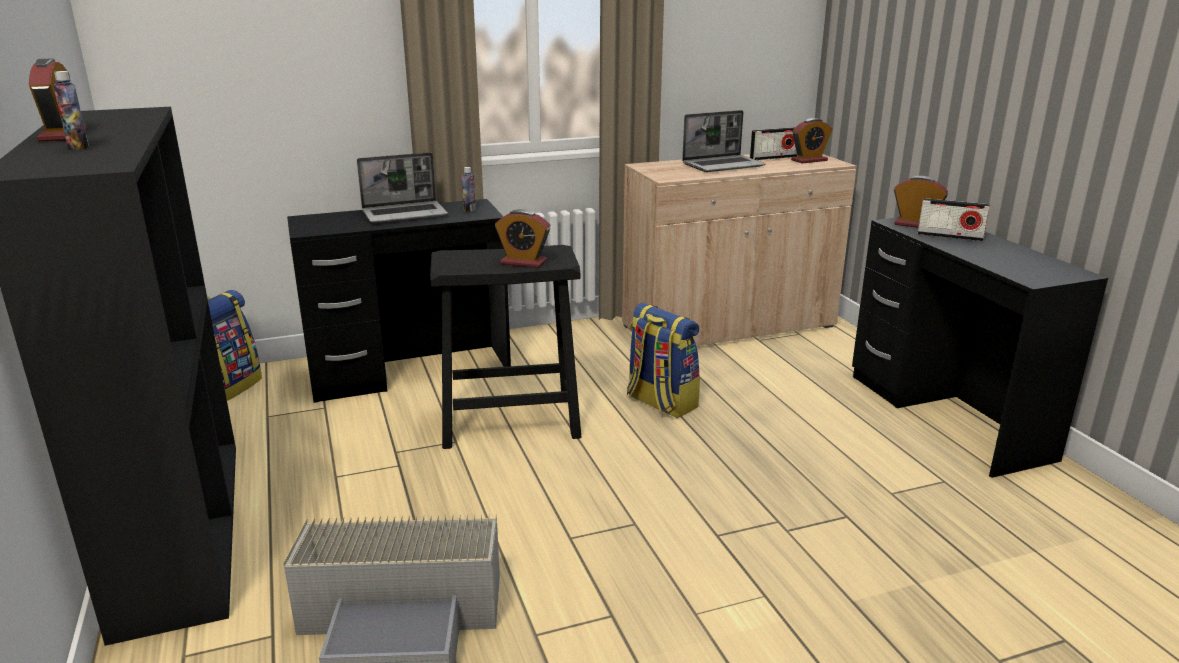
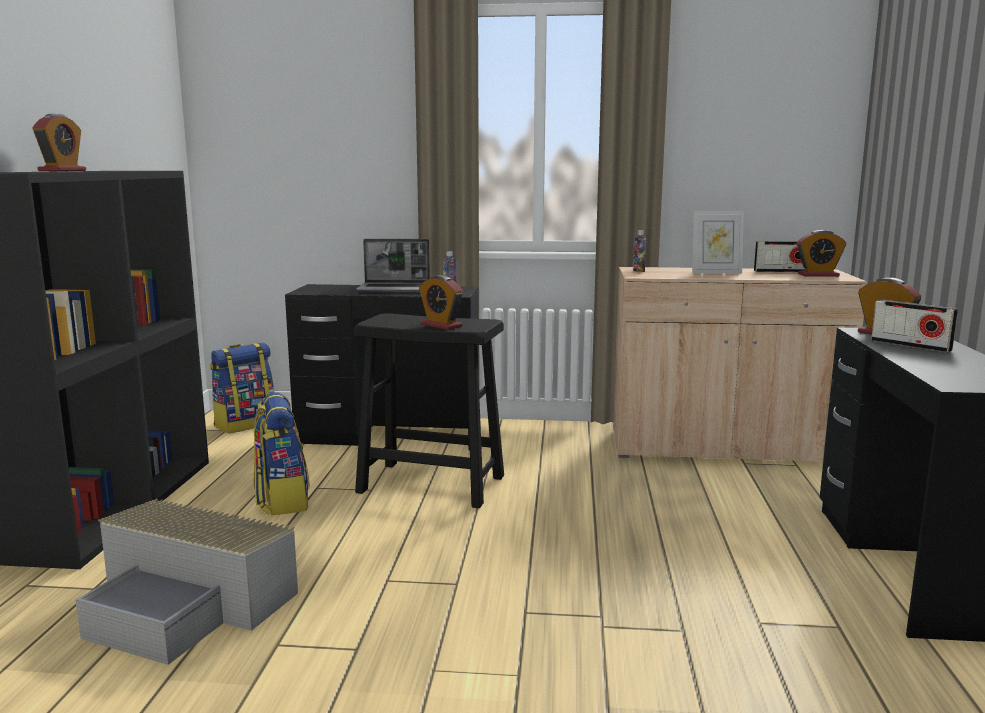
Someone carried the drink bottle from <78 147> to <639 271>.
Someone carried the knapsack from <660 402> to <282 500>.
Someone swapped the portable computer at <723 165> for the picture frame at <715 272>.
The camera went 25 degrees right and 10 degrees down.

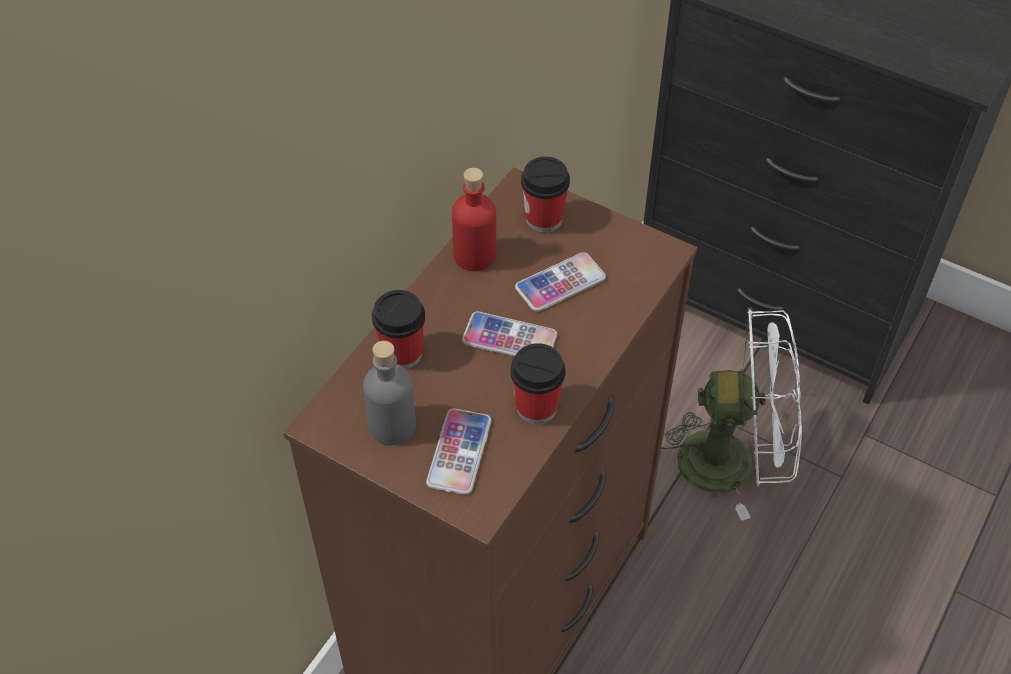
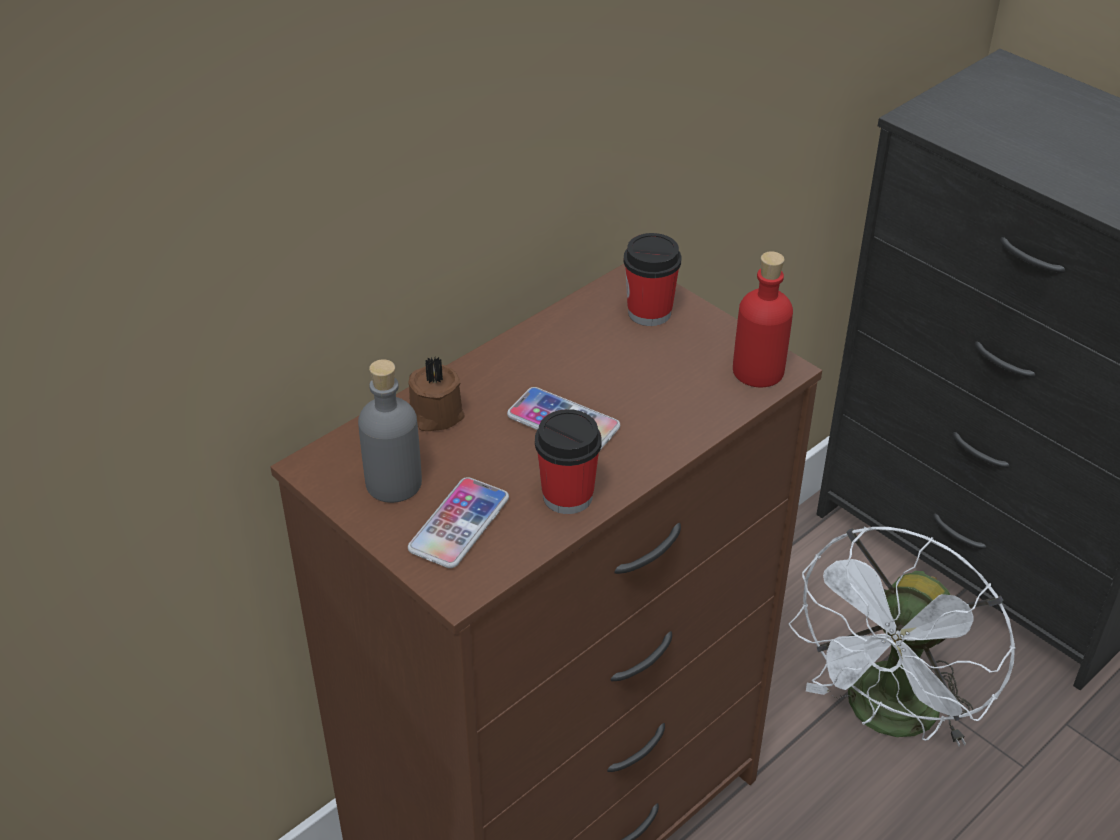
Someone swapped the cup at <402 353> for the wax light in brown at <434 414>.
Someone carried the drink bottle in reddish from <475 255> to <758 371>.
Someone took away the handset at <560 283>.
Someone rotated the electric fan in white-coloured at <732 460> by 105 degrees clockwise.
The camera went 15 degrees right and 10 degrees down.

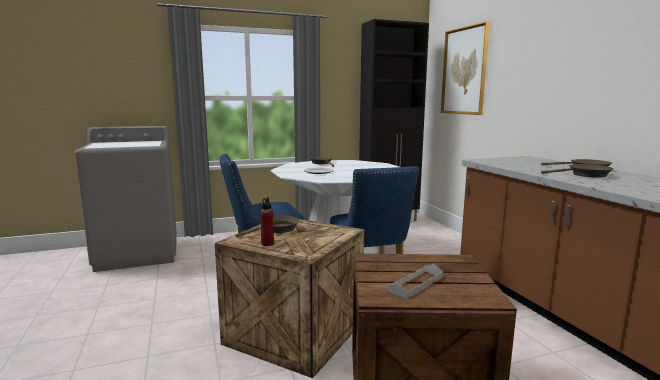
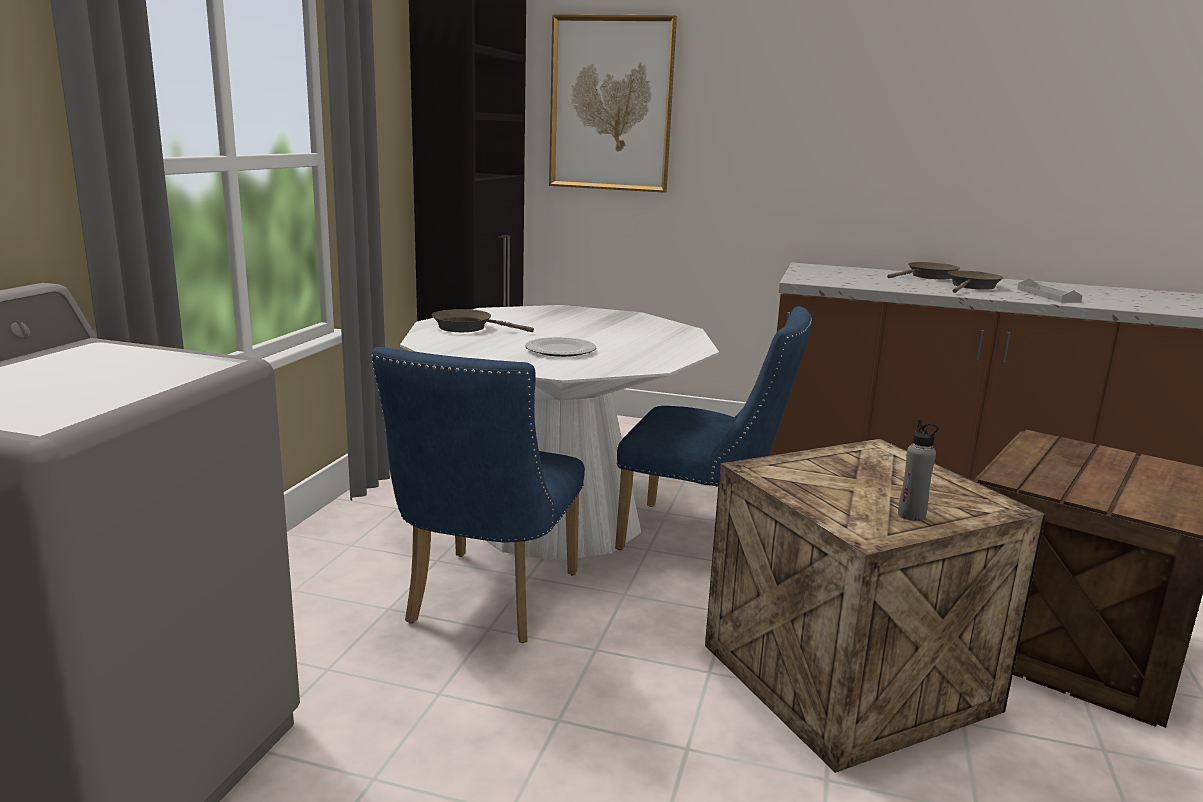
Someone took away the pan in brown at <277 229>.
Someone repainted the drink bottle in reddish at <267 243>, which became the drink bottle in greyish at <911 515>.
Someone carried the carrying tray in greyish from <416 284> to <1047 296>.
The camera went 55 degrees left and 5 degrees up.

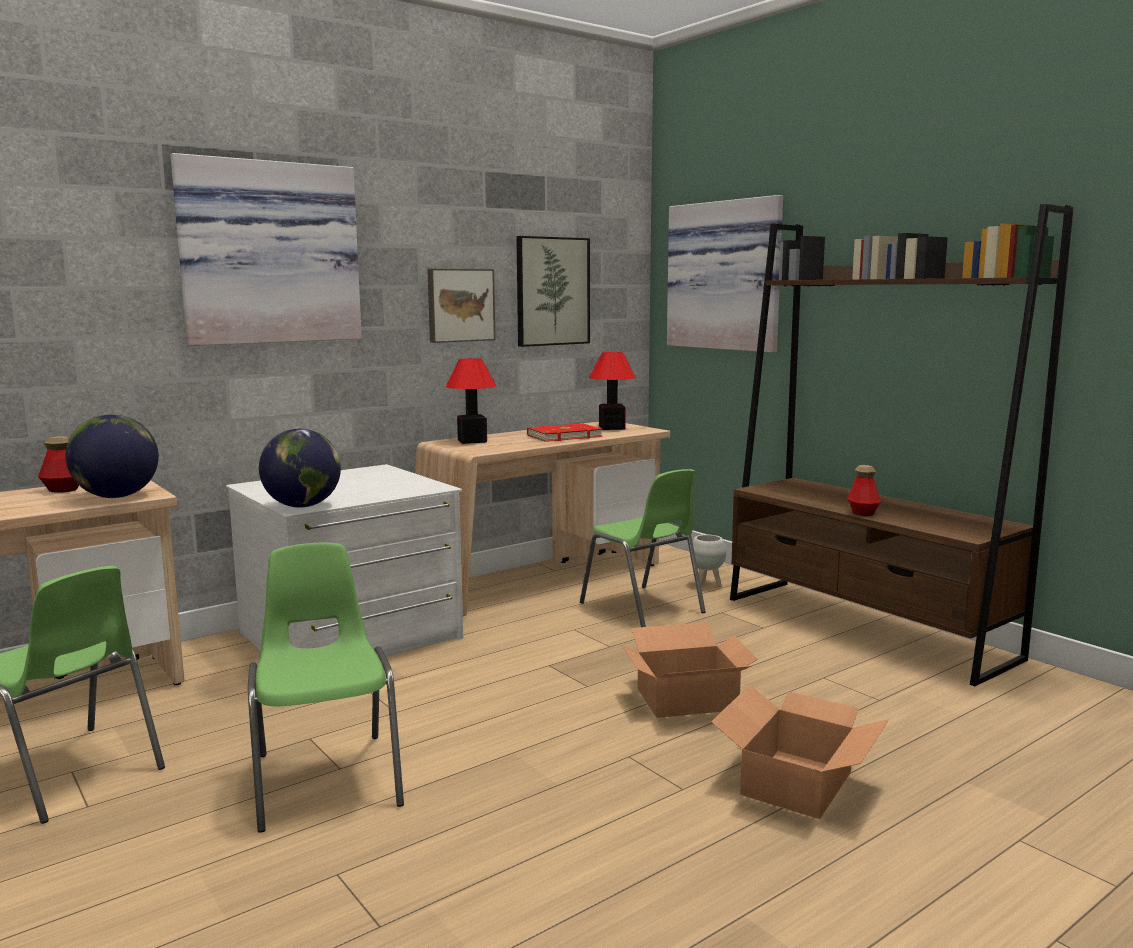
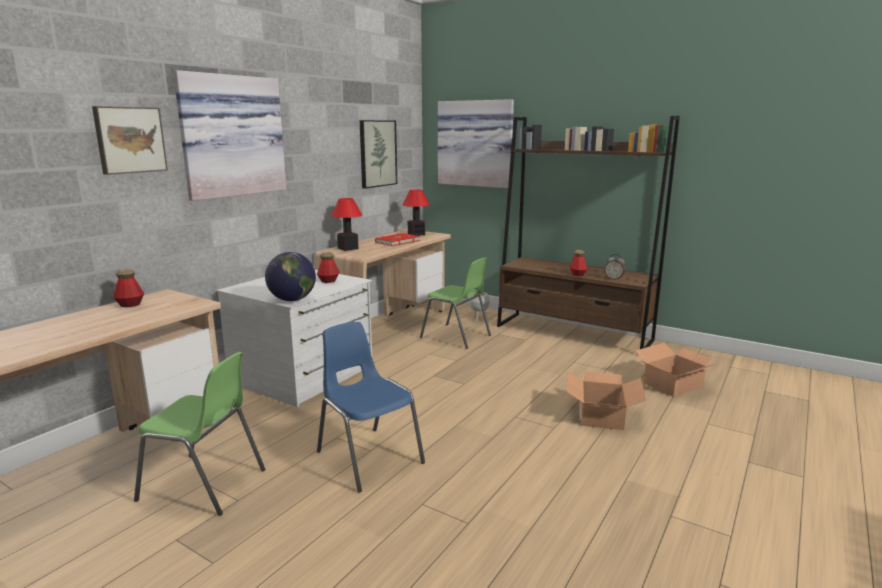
Someone took away the desk globe at <117 497>.
Someone repainted the plain chair in green at <327 778>, which became the plain chair in blue at <368 457>.
Someone carried the wall art from <460 305> to <129 140>.
Someone carried the packing box from <688 699> to <674 385>.
Someone put down the drink bottle at <328 281>.
Someone put down the alarm clock at <613 279>.
The camera went 20 degrees left and 5 degrees up.

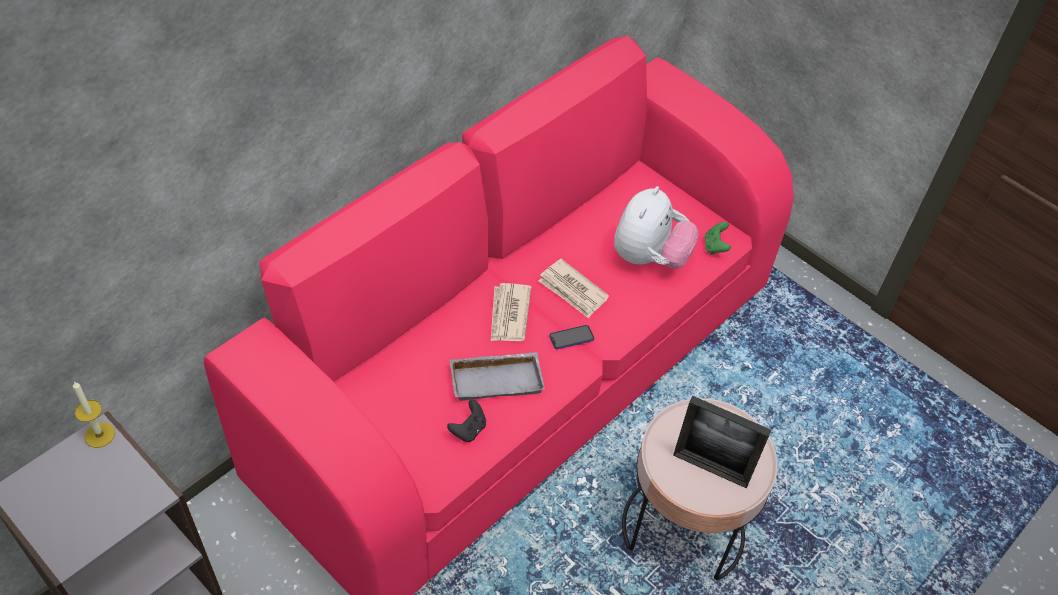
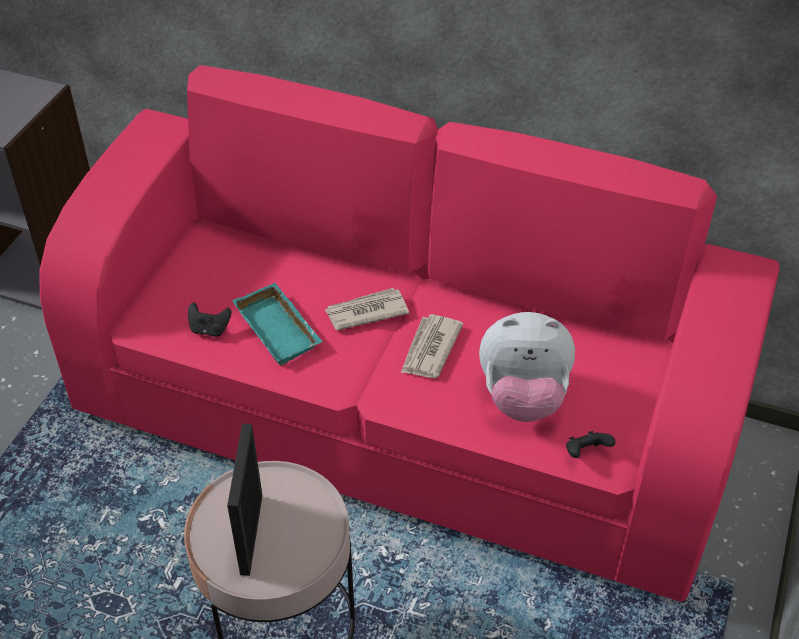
Someone took away the wax light at <99 435>.
Someone repainted the carrying tray in greyish at <497 379>, which became the carrying tray in blue-green at <280 329>.
Someone took away the handset at <571 338>.
Someone repainted the game controller in green at <715 246>, which became the game controller in black at <586 453>.
The camera went 70 degrees right and 5 degrees down.

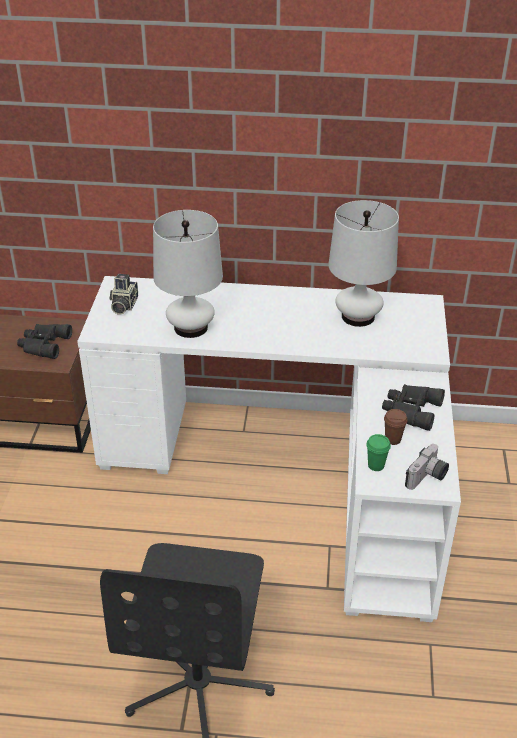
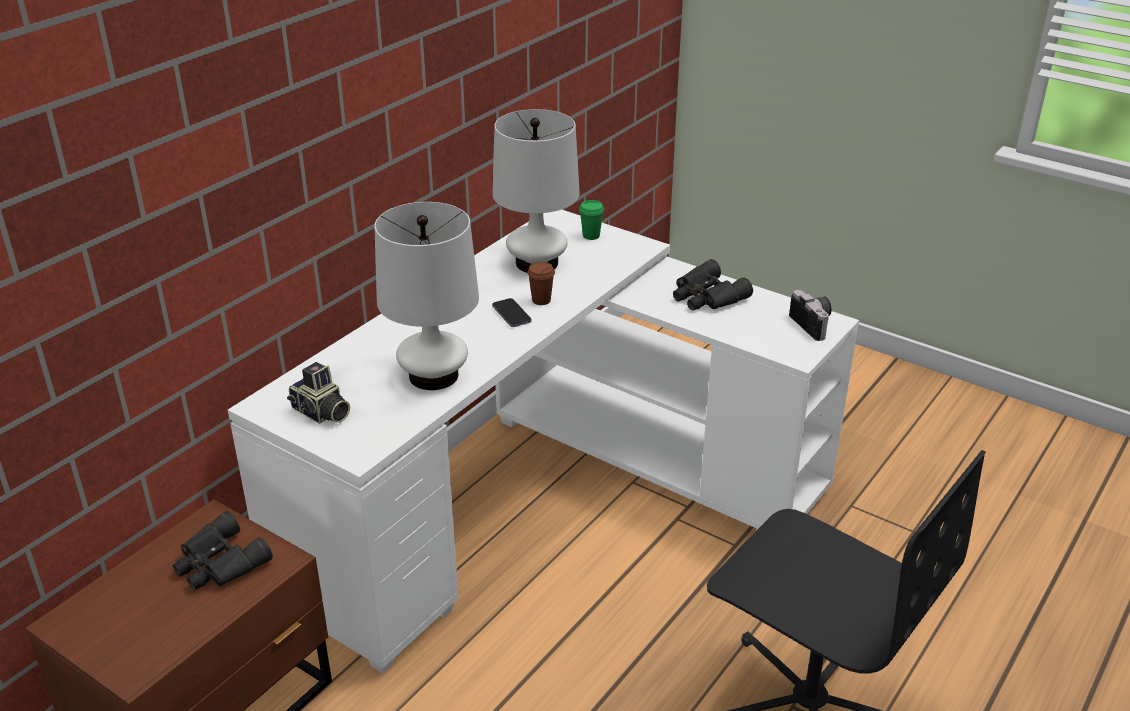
Someone carried the cup in green from <376 465> to <591 236>.
Someone carried the cup in brown from <393 439> to <541 300>.
Someone put down the handset at <511 314>.
The camera went 60 degrees left and 5 degrees down.

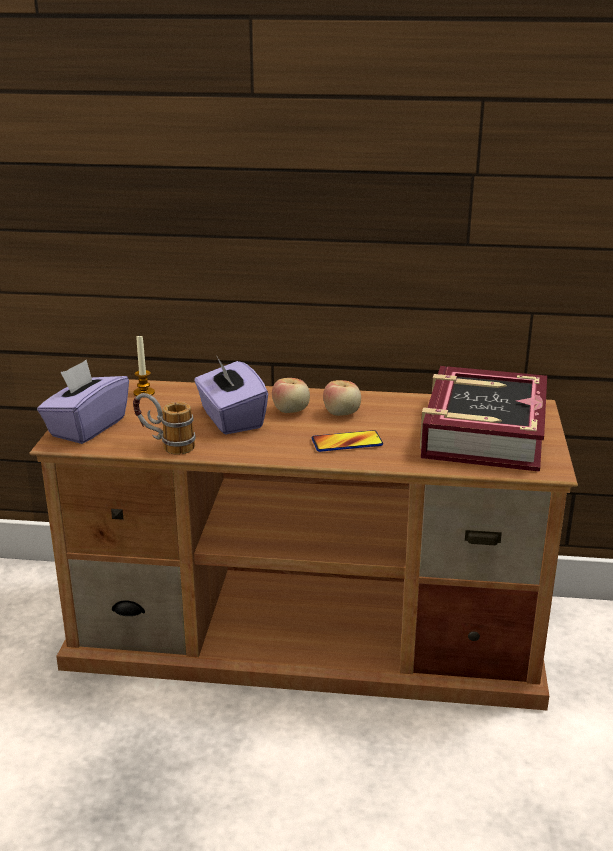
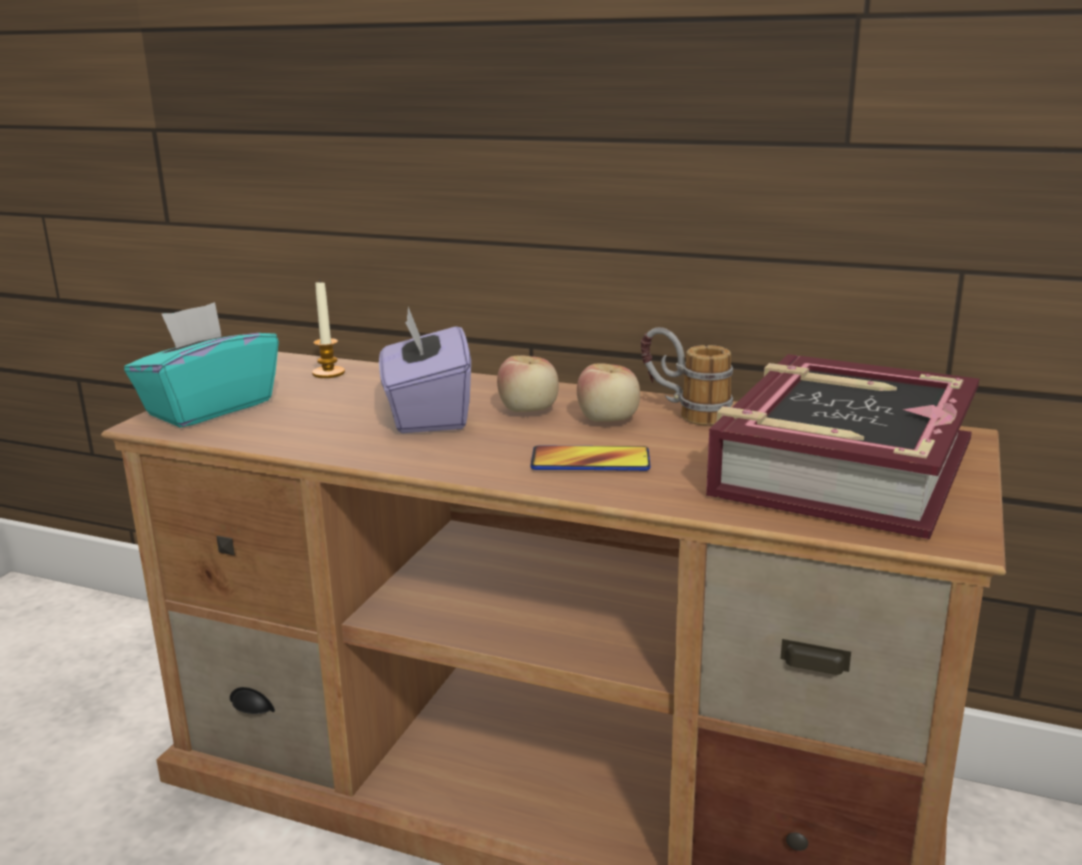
Someone repainted the tissue box in purple-coloured at <87 427>, which became the tissue box in blue-green at <209 408>.
Someone carried the tea mug from <165 445> to <684 413>.
The camera went 15 degrees right and 5 degrees down.

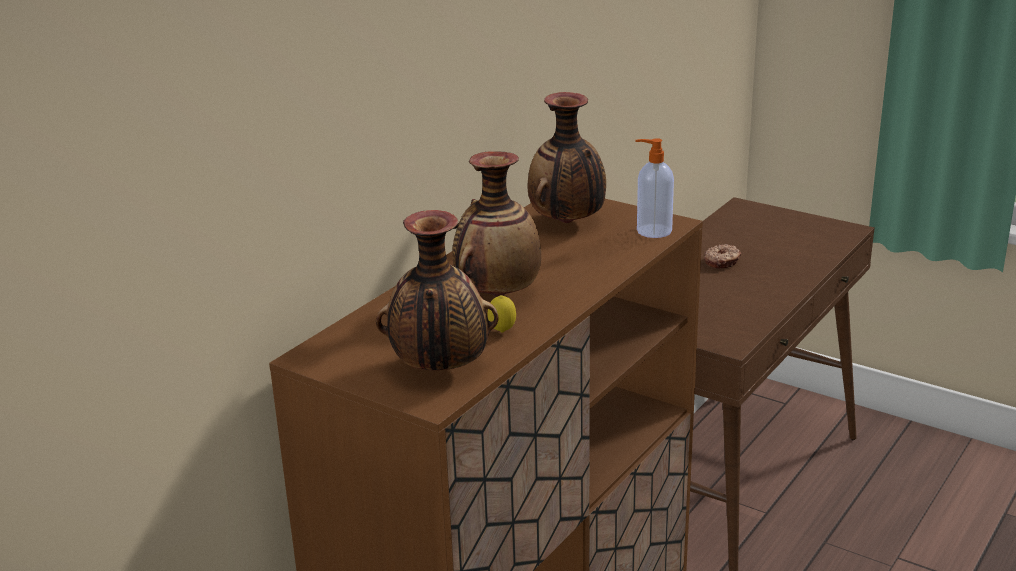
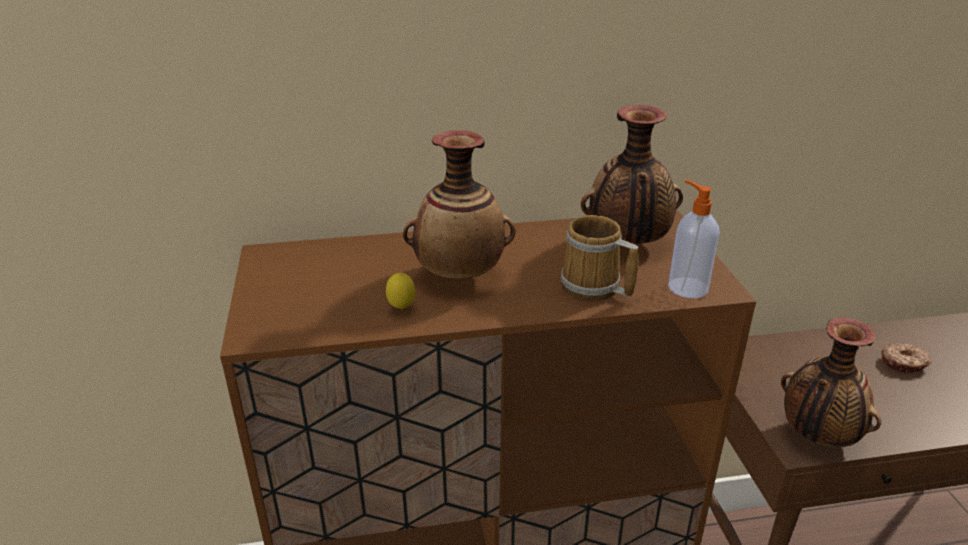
Someone carried the flower vase from <440 369> to <817 436>.
Someone put down the tea mug at <592 288>.
The camera went 45 degrees right and 5 degrees up.

